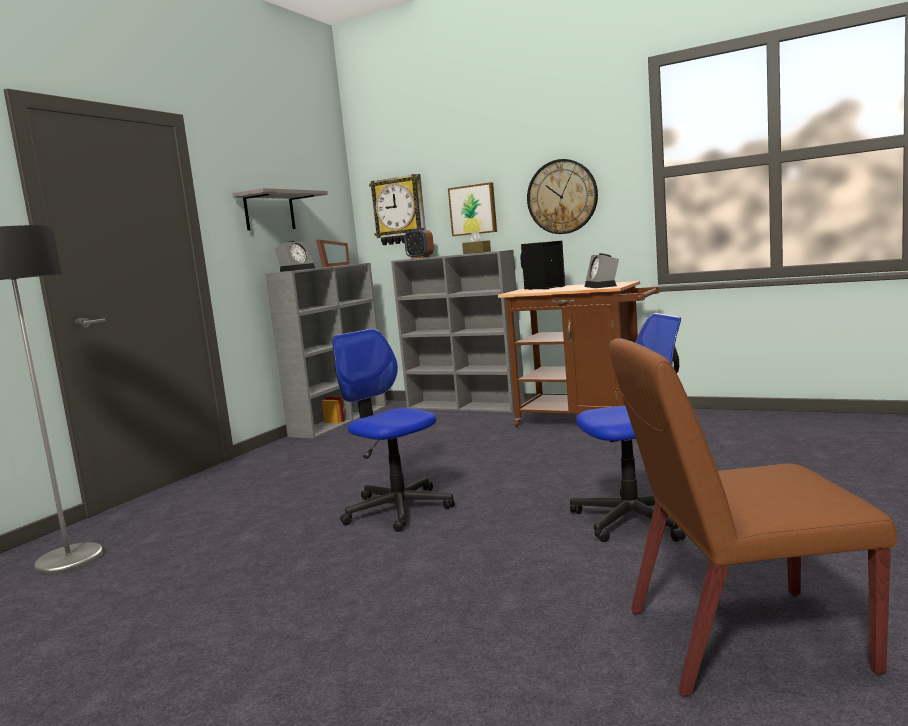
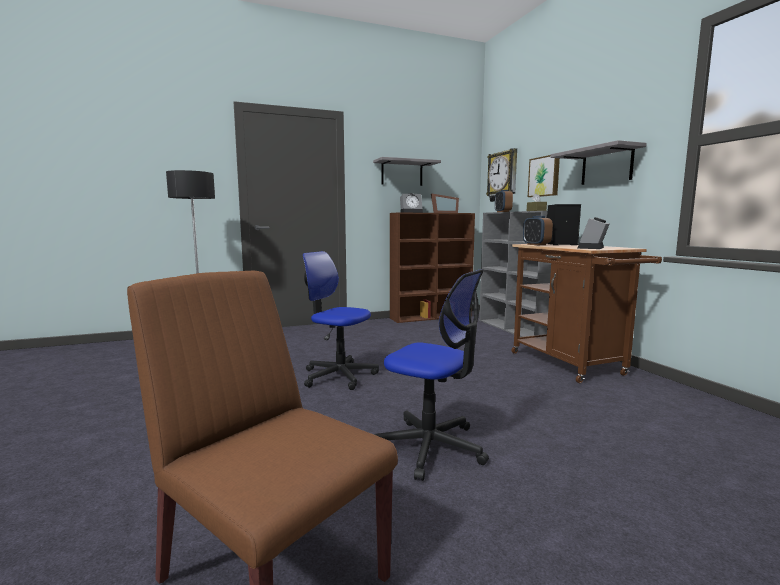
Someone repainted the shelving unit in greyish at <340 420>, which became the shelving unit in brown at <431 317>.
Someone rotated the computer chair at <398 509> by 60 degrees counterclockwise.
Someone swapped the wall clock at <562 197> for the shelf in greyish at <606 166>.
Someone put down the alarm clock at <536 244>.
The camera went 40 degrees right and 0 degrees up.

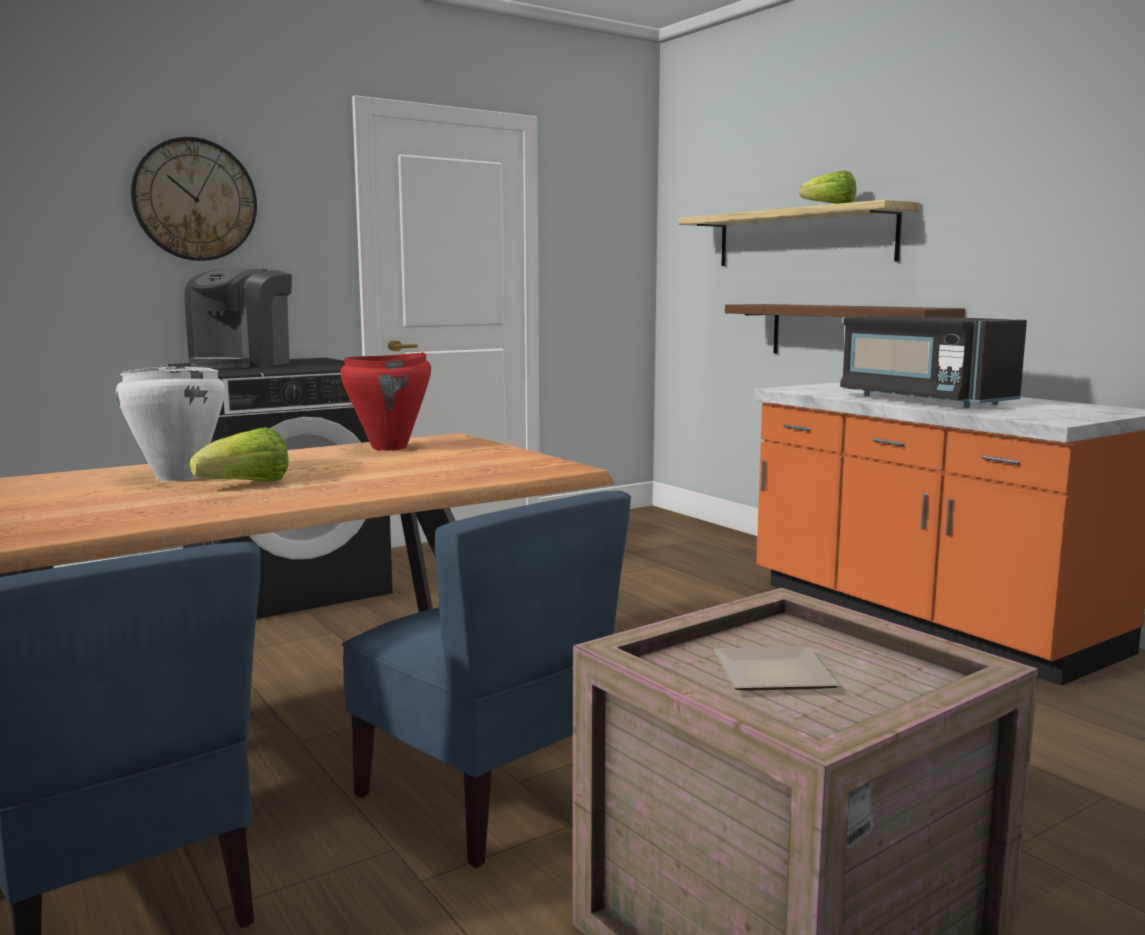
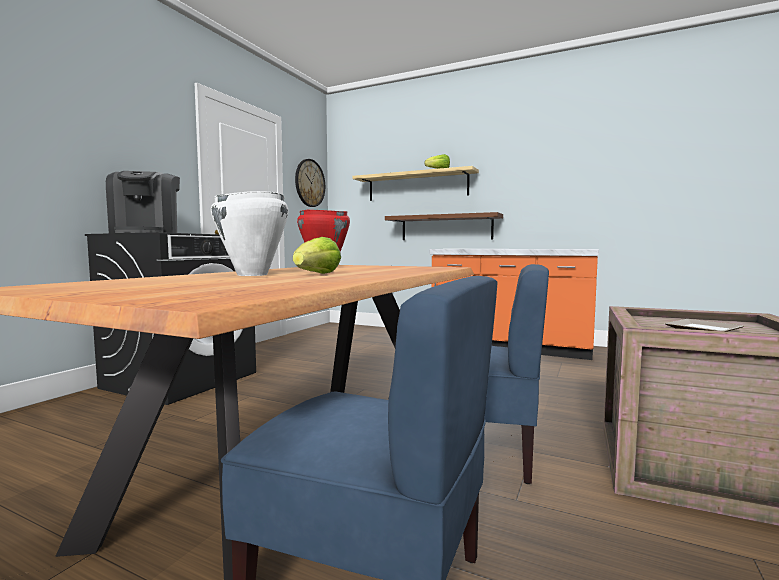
Someone carried the wall clock from <195 200> to <309 183>.
Someone took away the microwave oven in black at <922 400>.
The camera went 30 degrees left and 5 degrees down.

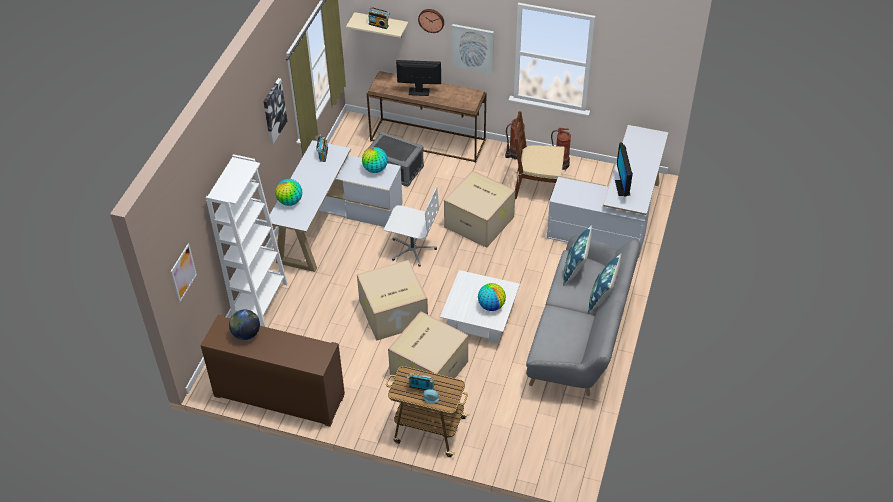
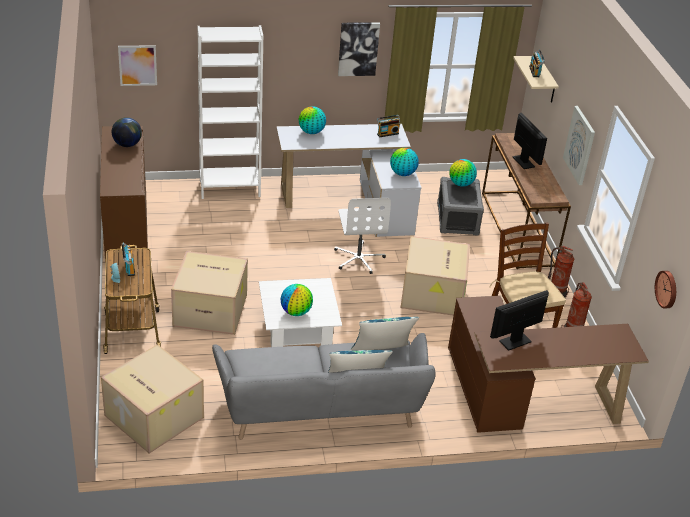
Someone carried the packing box from <392 314> to <152 416>.
Someone carried the wall clock from <431 20> to <667 289>.
Someone repainted the desk in white-coloured at <614 219>, which became the desk in brown at <524 397>.
Someone put down the desk globe at <461 184>.
The camera went 60 degrees right and 10 degrees down.

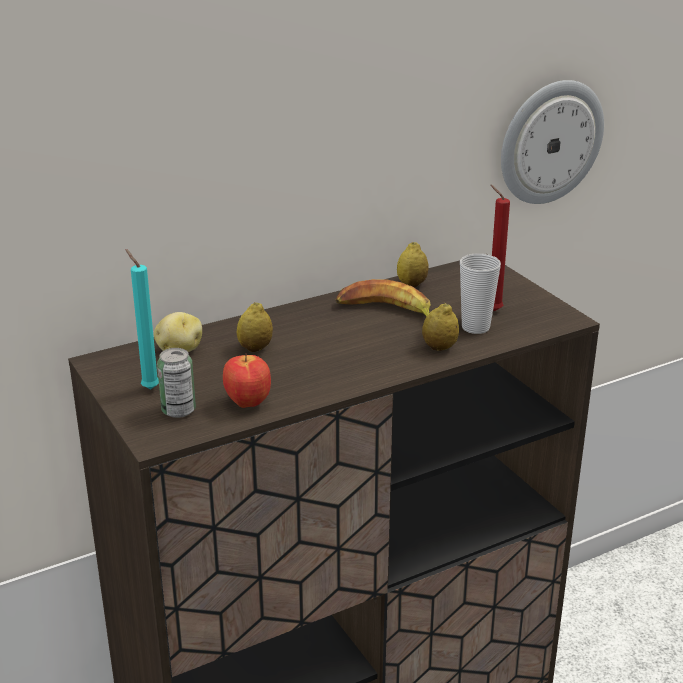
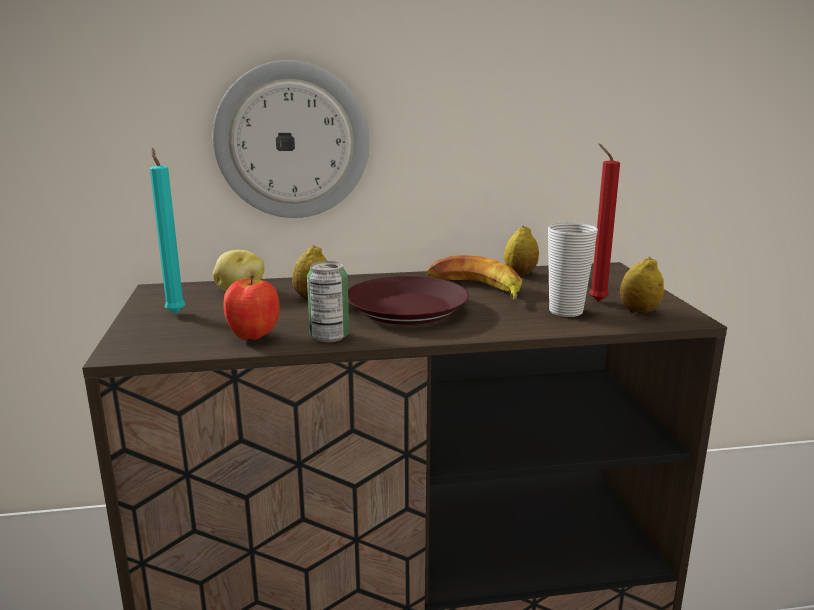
Someone carried the sealed can from <178 410> to <329 336>.
Someone carried the lemon from <439 347> to <639 312>.
Someone carried the wall clock from <550 142> to <292 141>.
Someone put down the dinner plate in brown at <407 310>.
The camera went 20 degrees right and 10 degrees down.

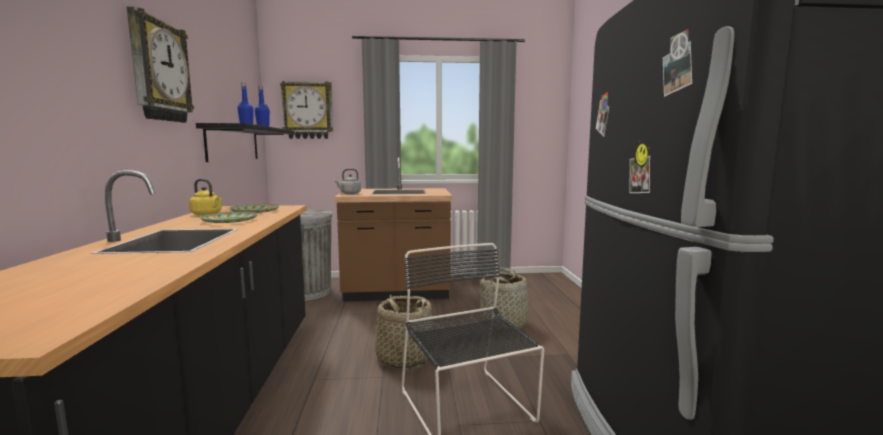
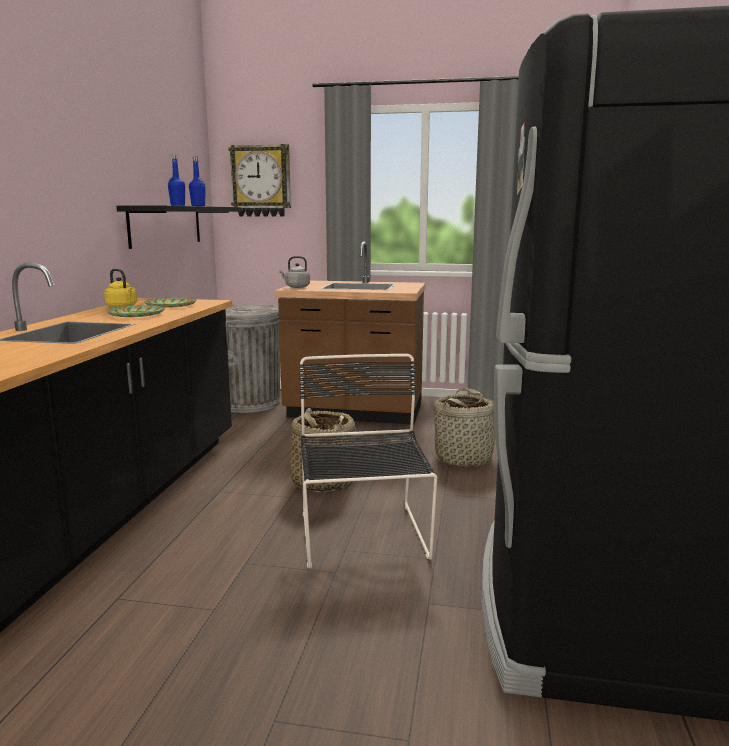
Someone took away the wall clock at <158 71>.
The camera went 15 degrees right and 5 degrees up.

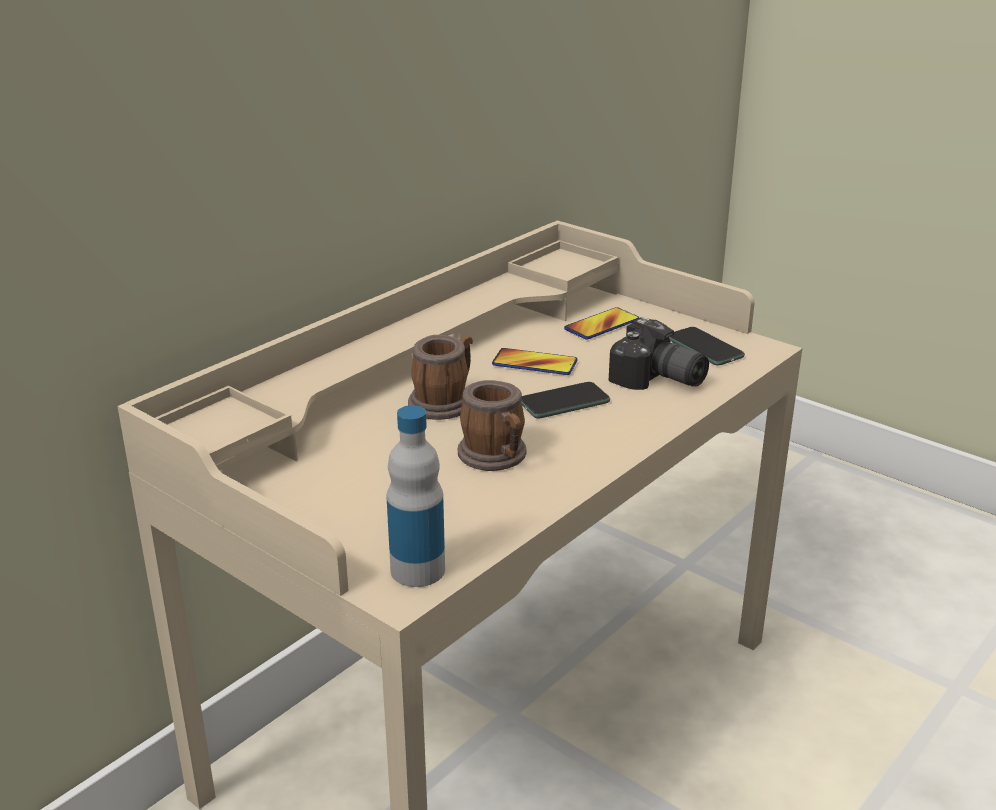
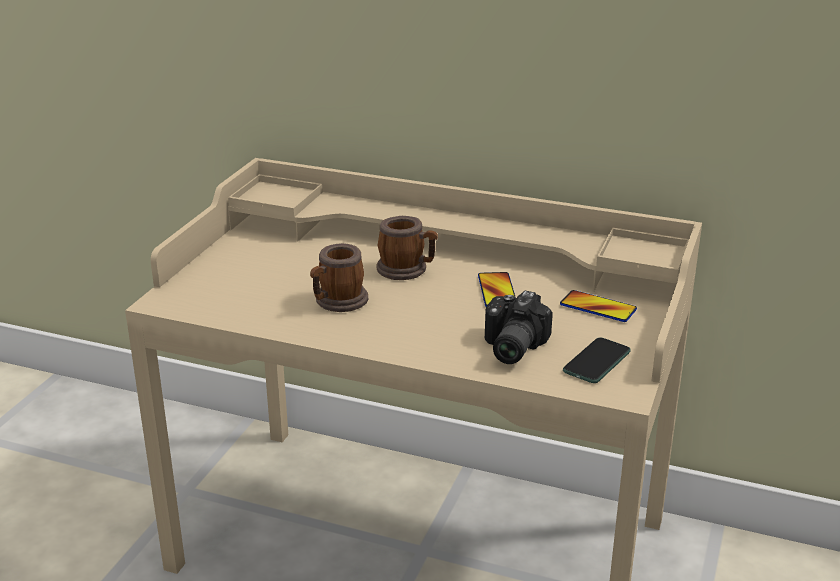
Someone took away the drink bottle at <417 570>.
Someone took away the handset at <564 402>.
The camera went 70 degrees right and 0 degrees up.

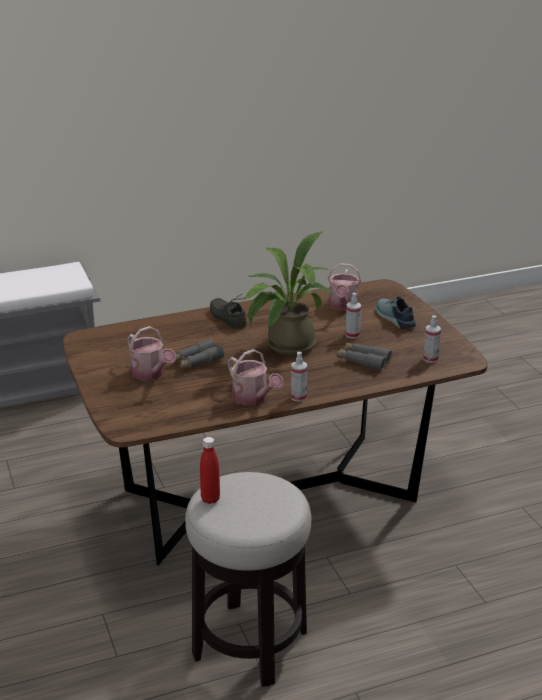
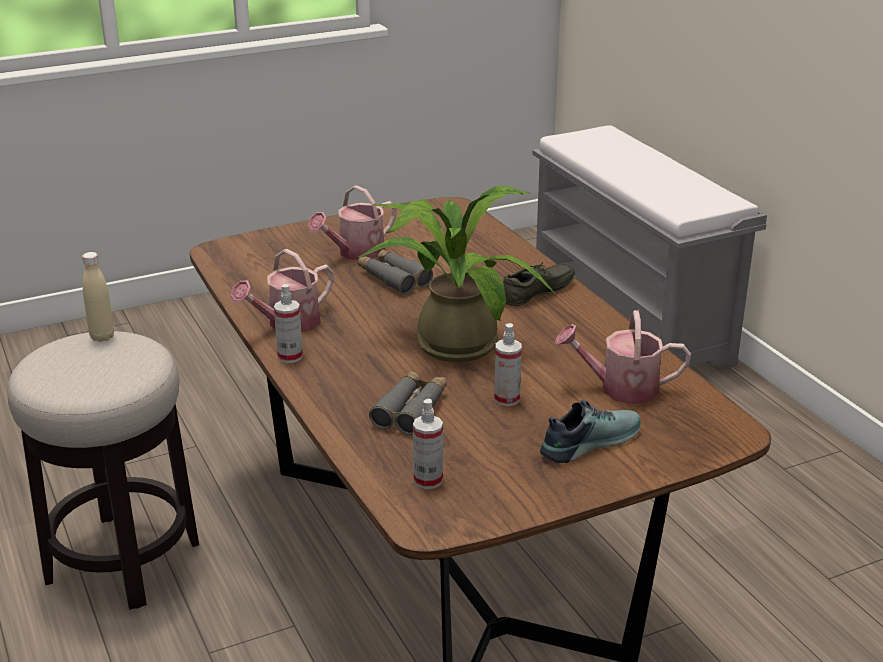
Someone repainted the drink bottle in reddish at <210 499>, which became the drink bottle in beige-coloured at <102 337>.
The camera went 85 degrees right and 0 degrees up.

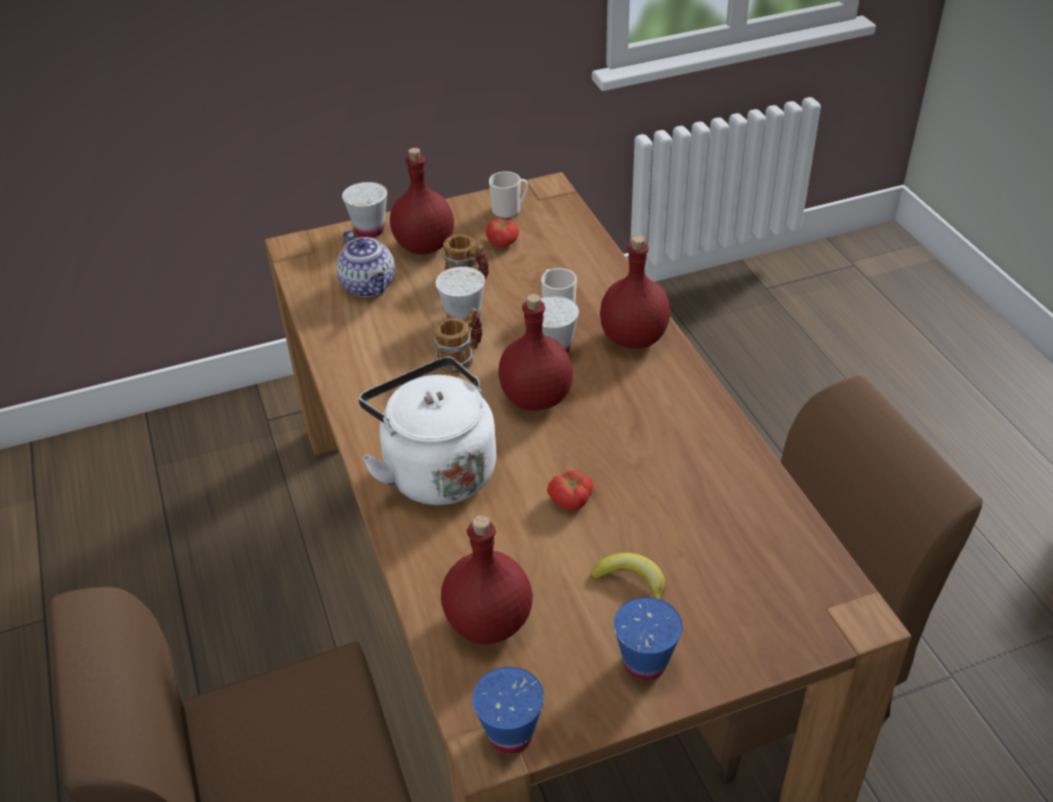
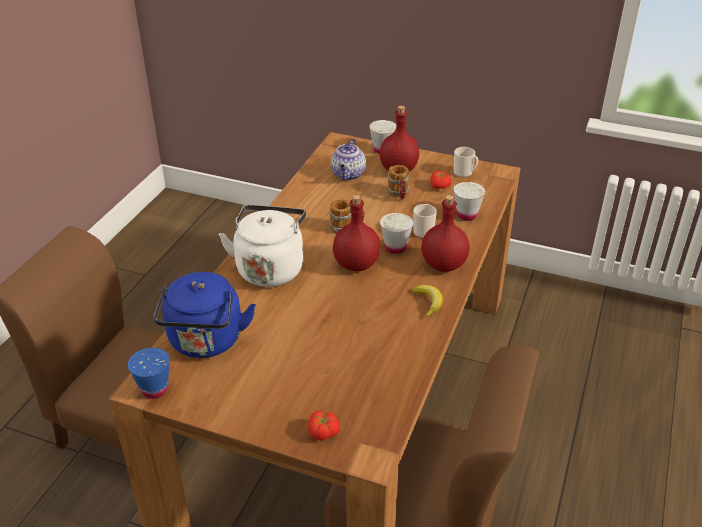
Someone carried the cup in white-coloured from <463 319> to <466 215>.
Someone swapped the drink bottle in reddish at <489 623> for the water kettle in blue at <206 342>.
Someone carried the whole tomato from <571 501> to <323 433>.
Someone carried the whole banana from <632 582> to <428 303>.
Someone took away the cup in blue at <645 662>.
The camera went 40 degrees right and 5 degrees down.

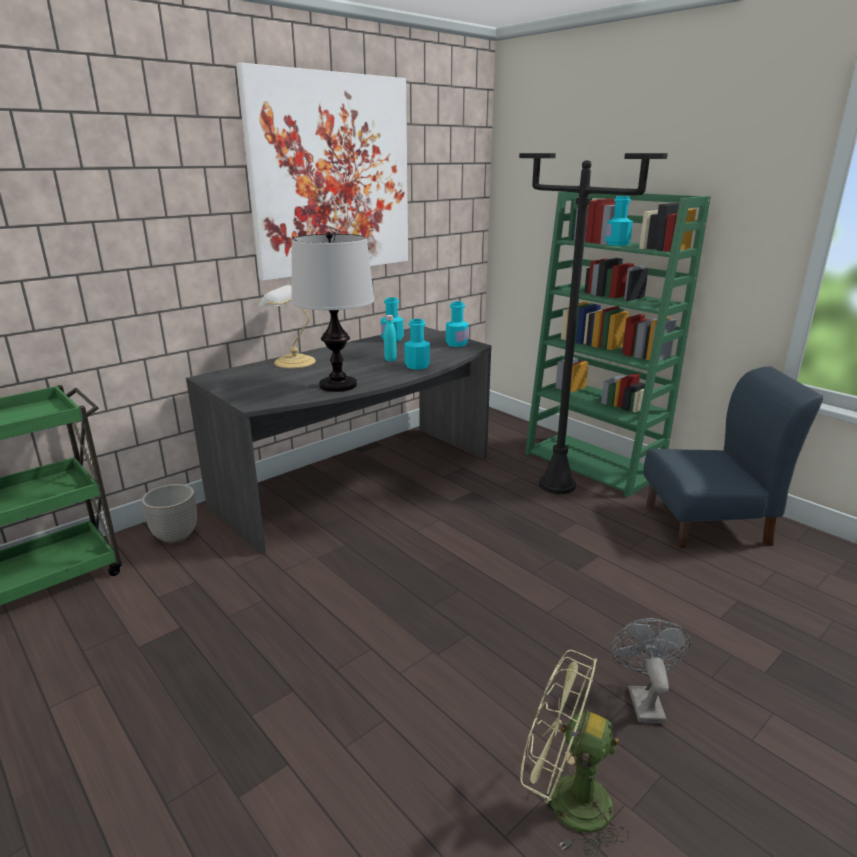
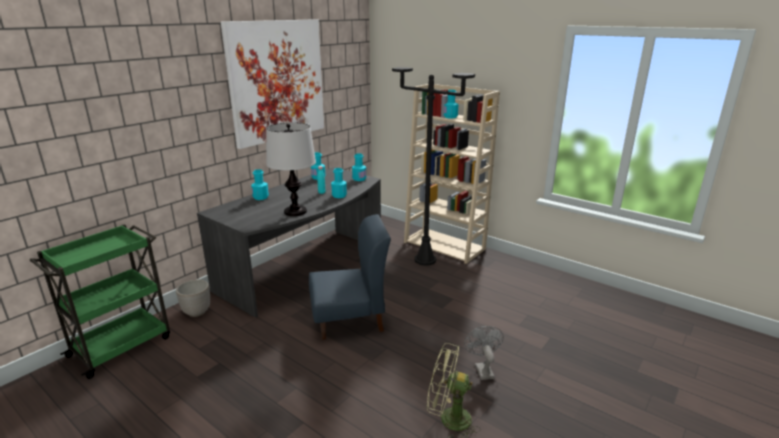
Someone swapped the table lamp at <292 361> for the drink bottle in blue-green at <260 197>.
Someone repainted the shelving unit in green at <594 464>, which became the shelving unit in beige-coloured at <445 245>.
Someone carried the plain chair in blue from <708 524> to <349 319>.
The camera went 10 degrees left and 0 degrees up.

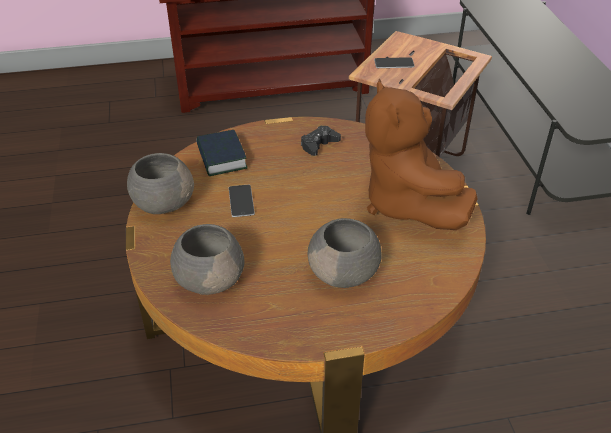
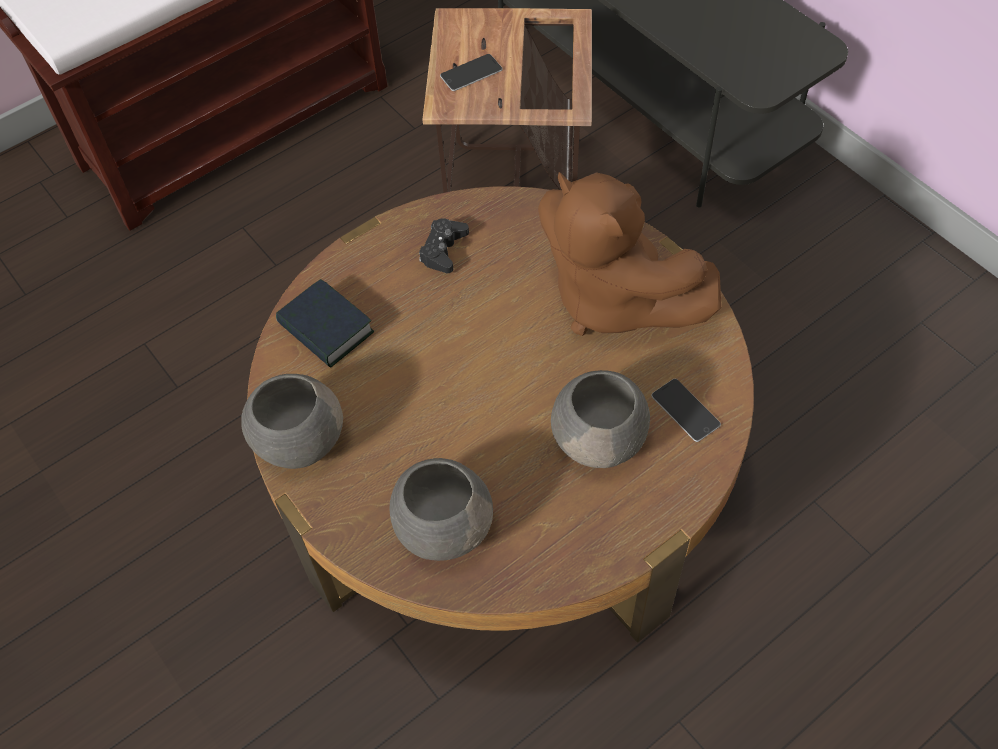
Someone carried the handset from <241 201> to <685 410>.
The camera went 25 degrees left and 15 degrees up.

